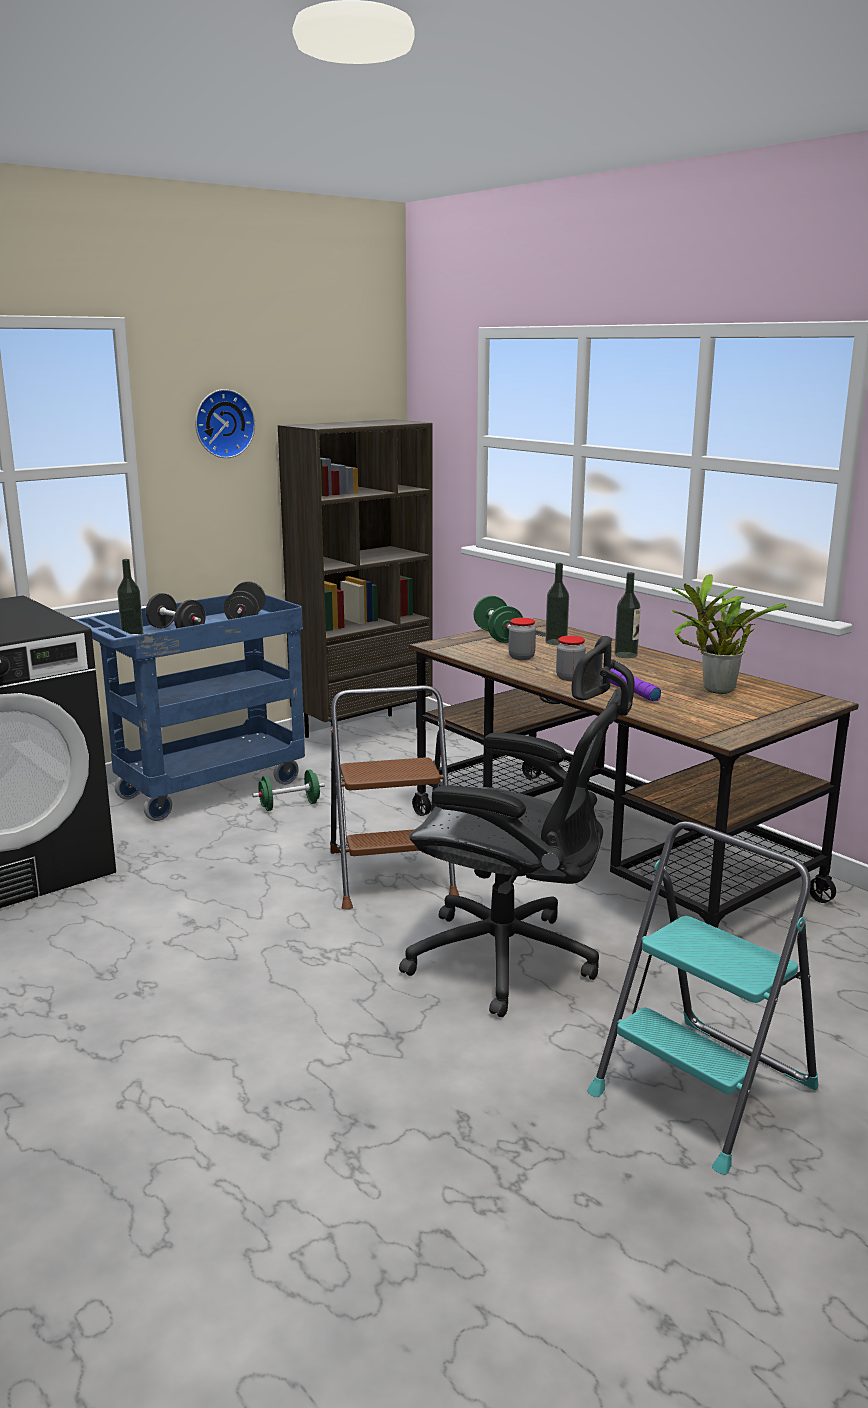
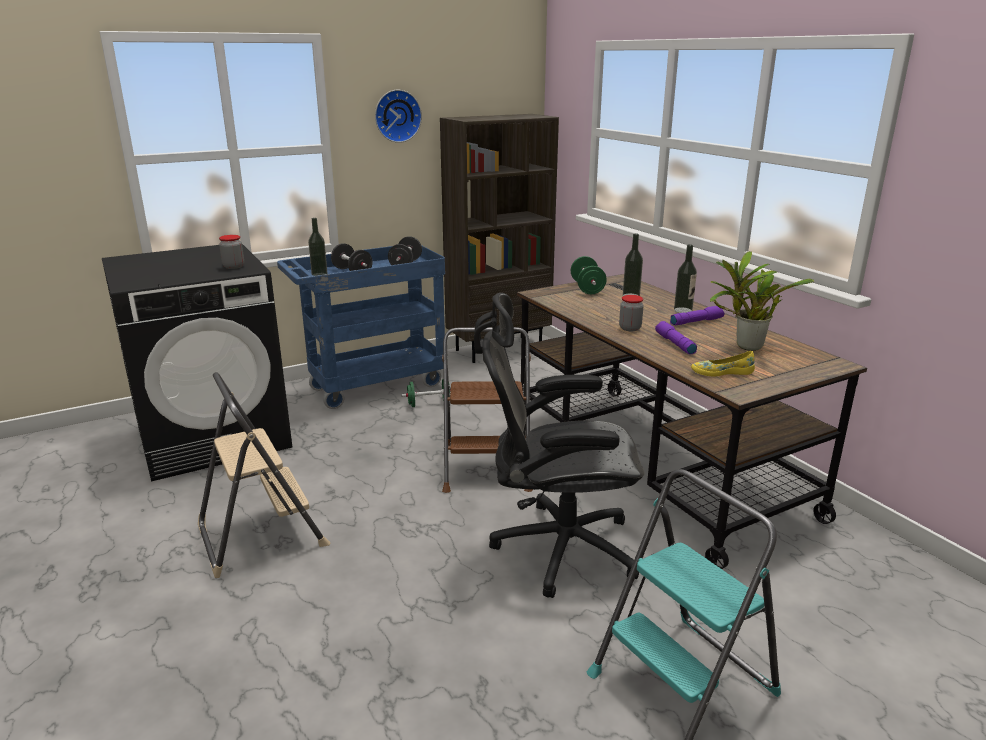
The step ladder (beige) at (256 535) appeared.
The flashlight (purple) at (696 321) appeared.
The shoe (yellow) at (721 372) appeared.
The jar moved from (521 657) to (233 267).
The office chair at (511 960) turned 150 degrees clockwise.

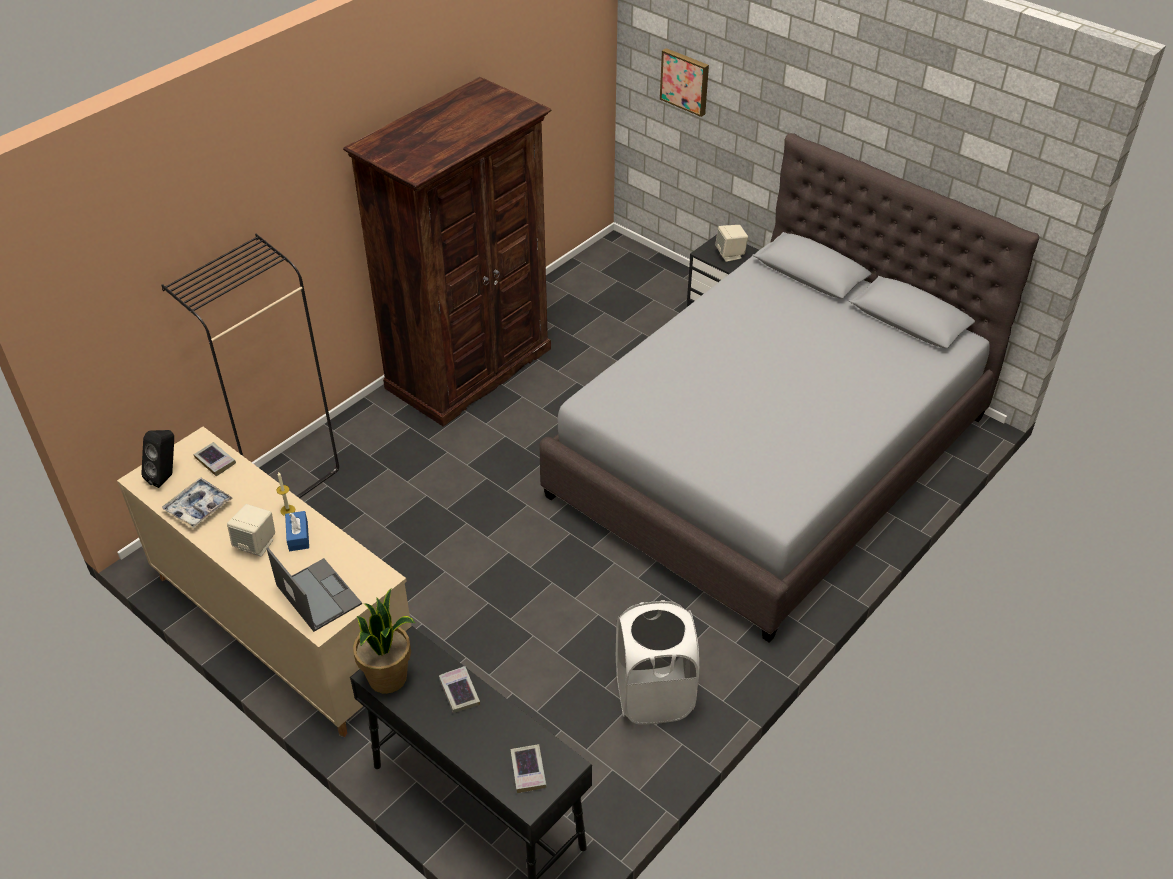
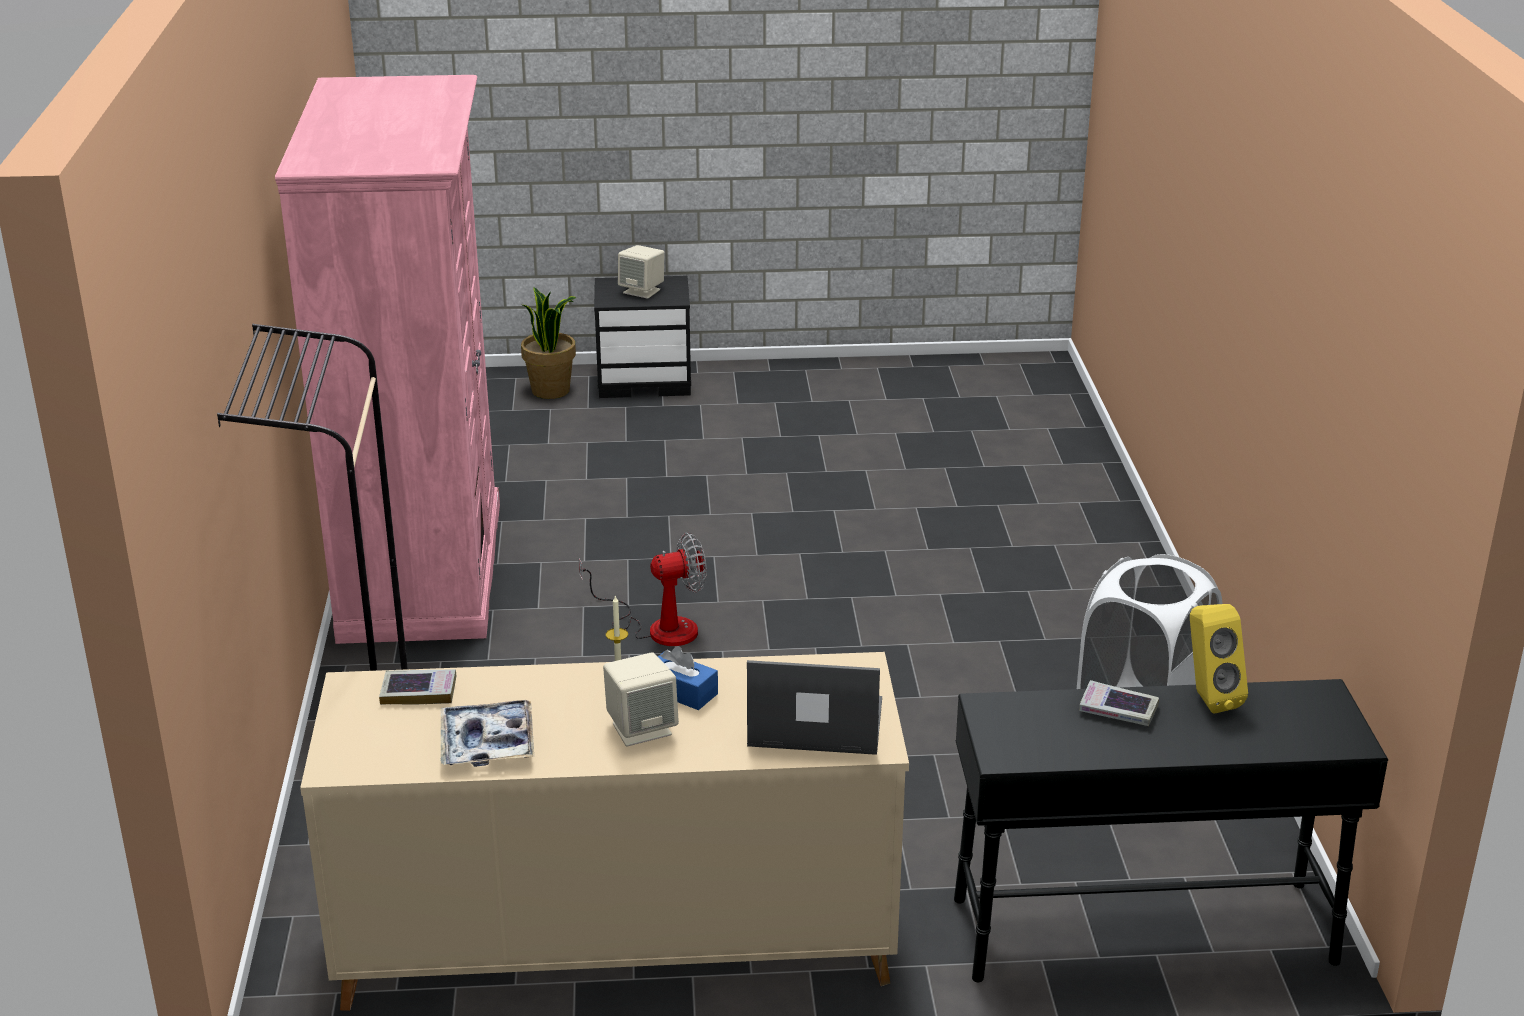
The speaker (black) at (166 476) disappeared.
The book at (528 770) disappeared.
The bed (grey) at (771 456) disappeared.
The picture at (685 81) disappeared.
The fan at (658 627) appeared.
The speaker (yellow) at (1207 698) appeared.
The potted plant moved from (388 678) to (551 390).
The wardrobe (brown) at (469 368) became the wardrobe (pink) at (424 570).

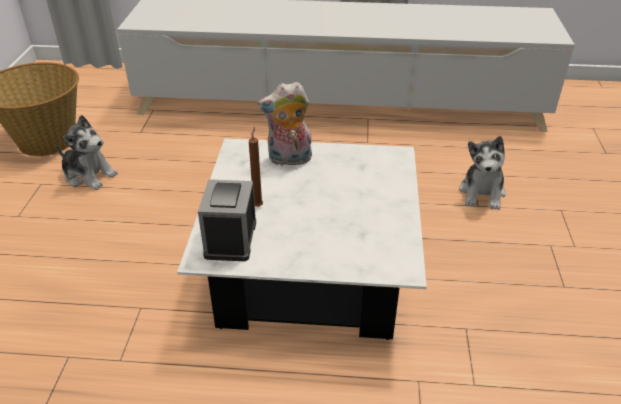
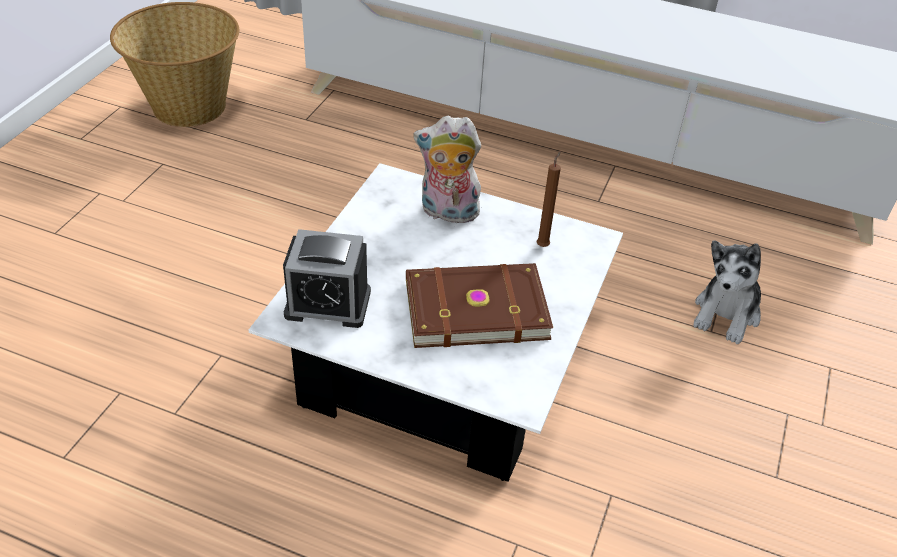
The plush toy at (89 175) disappeared.
The book (brown) at (475 307) appeared.
The candle (brown) moved from (258 205) to (543 245).
The alarm clock at (230 239) turned 105 degrees counterclockwise.

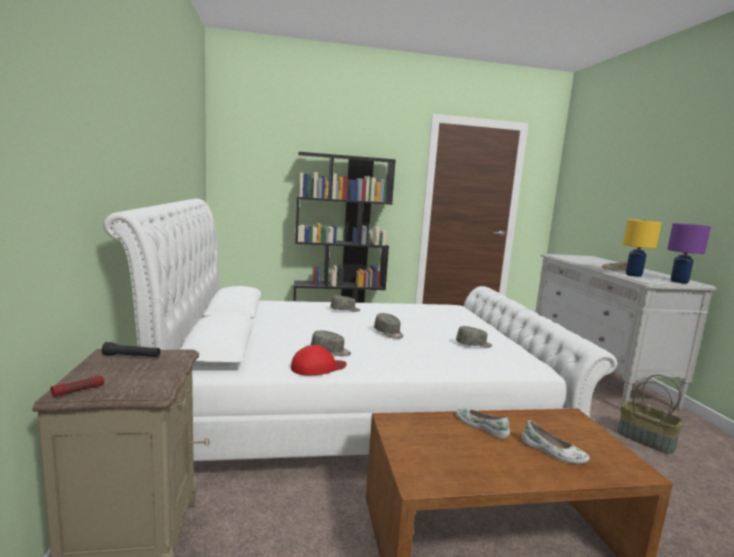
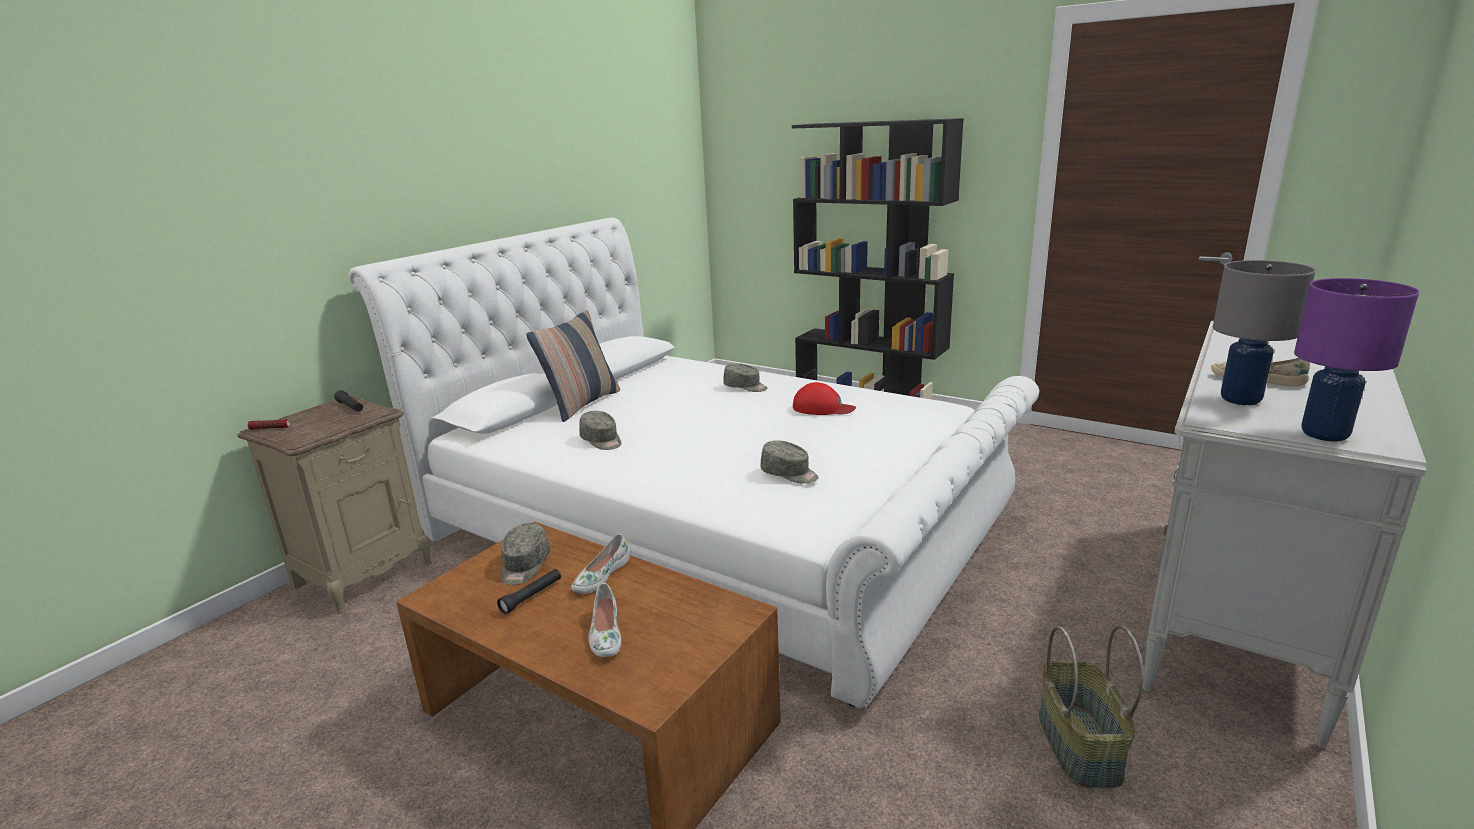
The flashlight (black) at (531 597) appeared.
The pillow at (582 404) appeared.
The cap (red) moved from (318 367) to (822 408).
The cap (grey) moved from (389 333) to (524 566).
The table lamp (yellow) at (633 275) became the table lamp (grey) at (1238 400).
The shoe (white) at (481 426) turned 150 degrees counterclockwise.

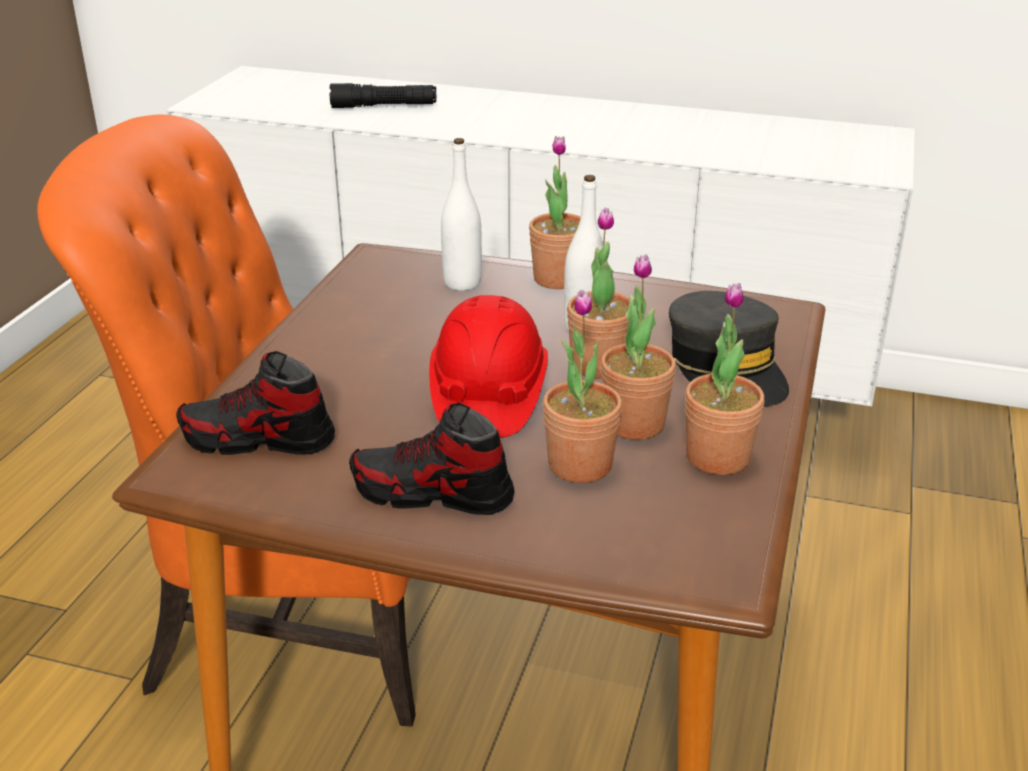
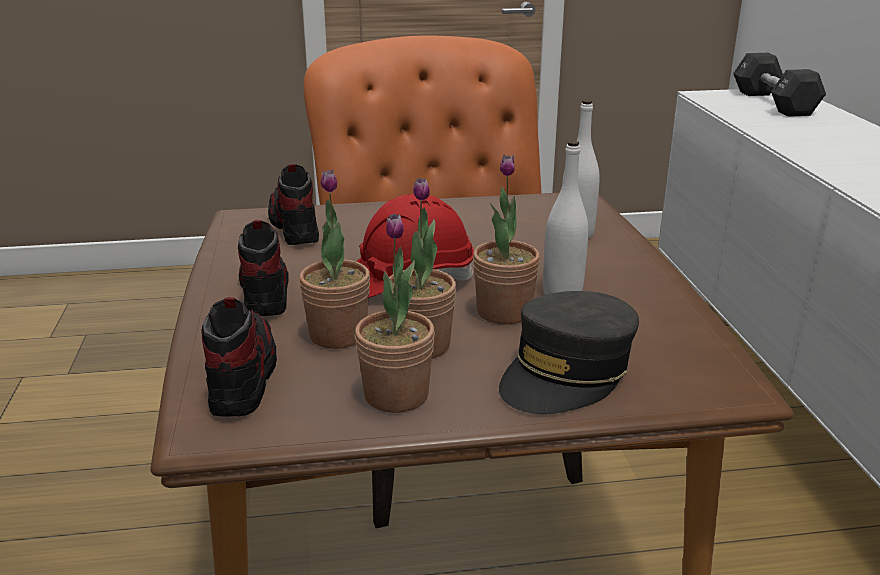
The flashlight (black) at (384 106) disappeared.
The potted plant at (558 279) disappeared.
The shoe at (242 377) appeared.
The dumbbell (black) at (773 103) appeared.

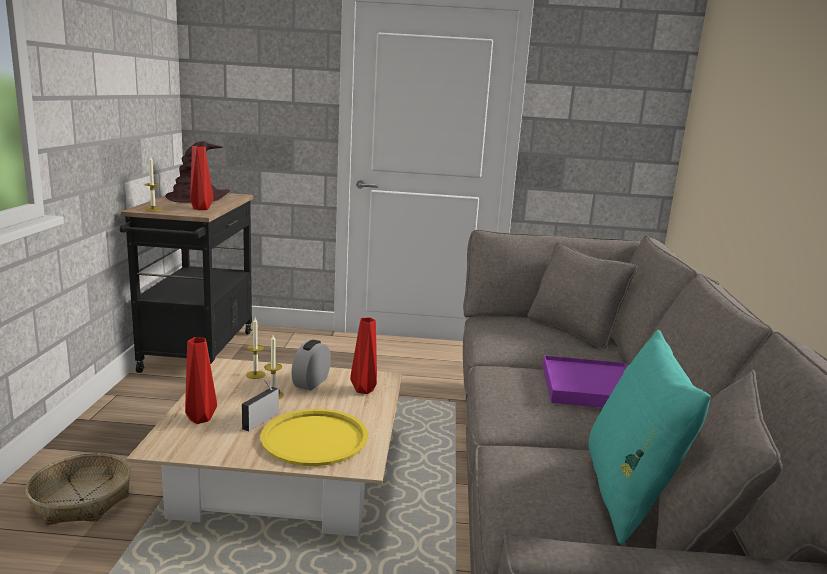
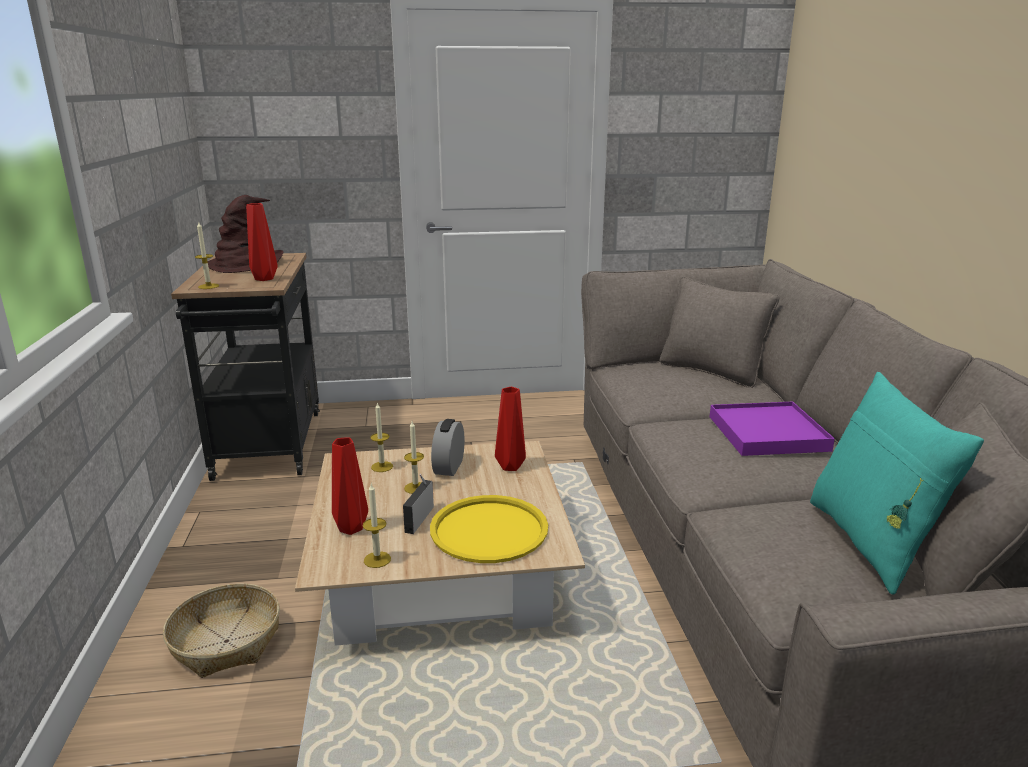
The candle at (377 559) appeared.

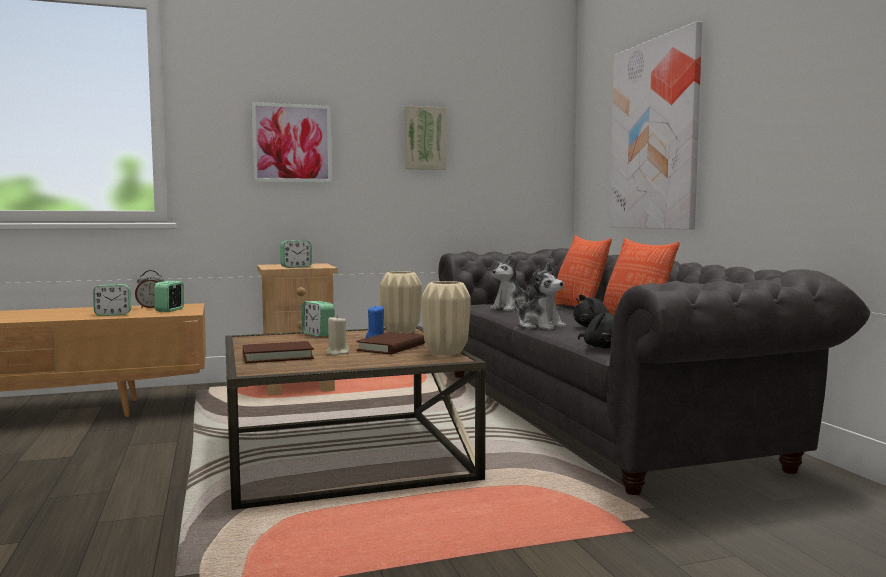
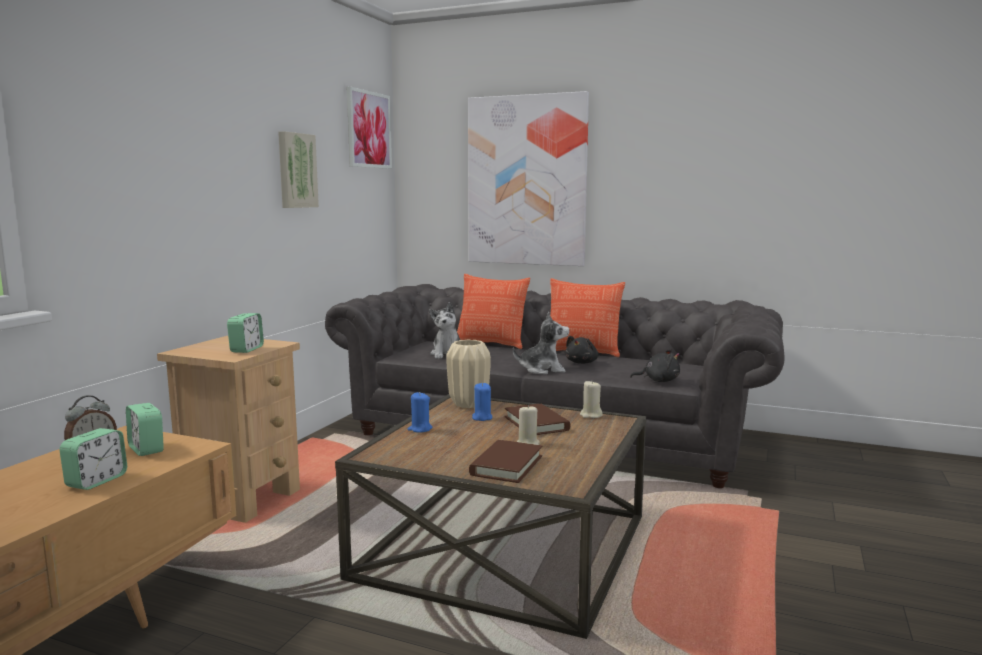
The picture moved from (292 143) to (368 130).
The alarm clock at (318 334) was replaced by the candle (blue) at (420 429).
The vase (beige) at (446 352) was replaced by the candle (beige) at (590 415).

